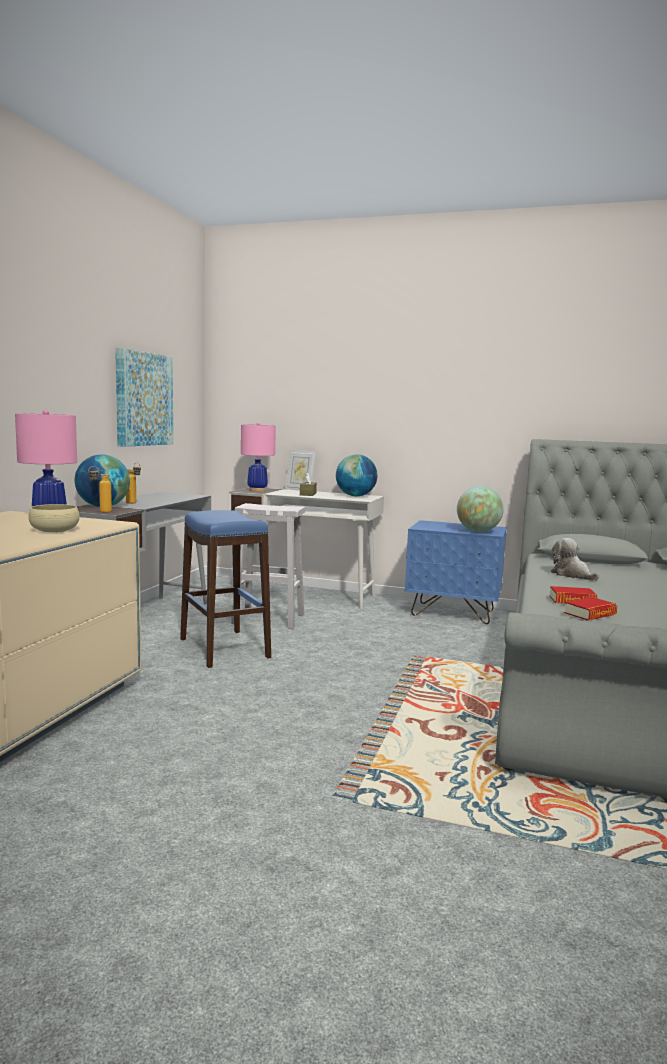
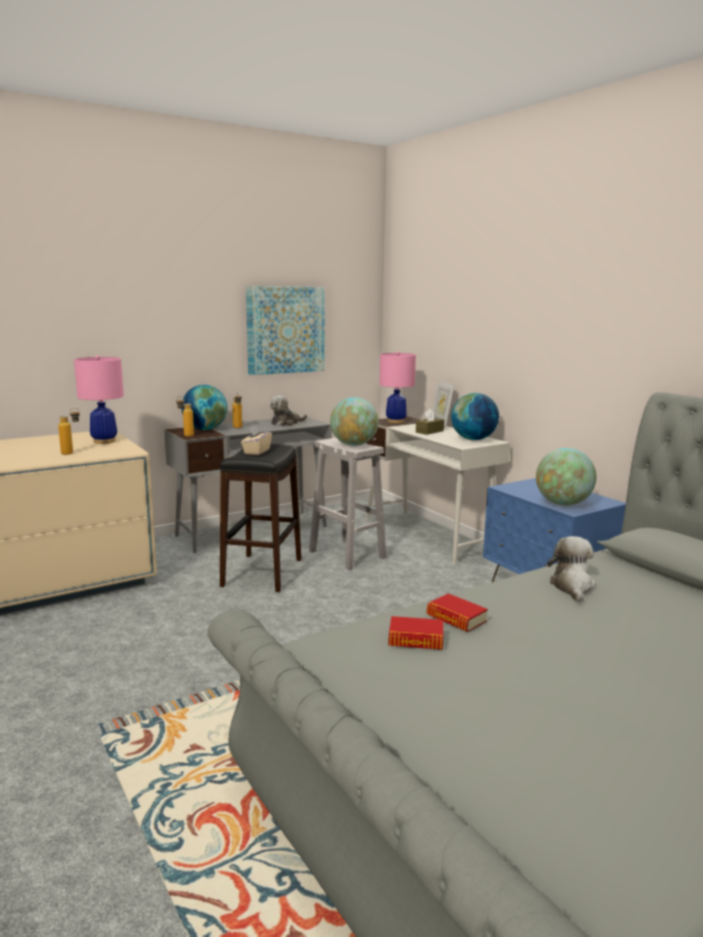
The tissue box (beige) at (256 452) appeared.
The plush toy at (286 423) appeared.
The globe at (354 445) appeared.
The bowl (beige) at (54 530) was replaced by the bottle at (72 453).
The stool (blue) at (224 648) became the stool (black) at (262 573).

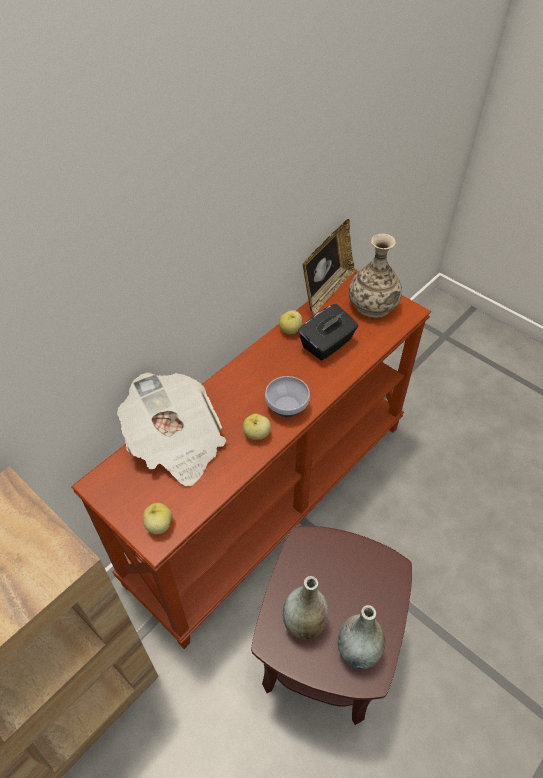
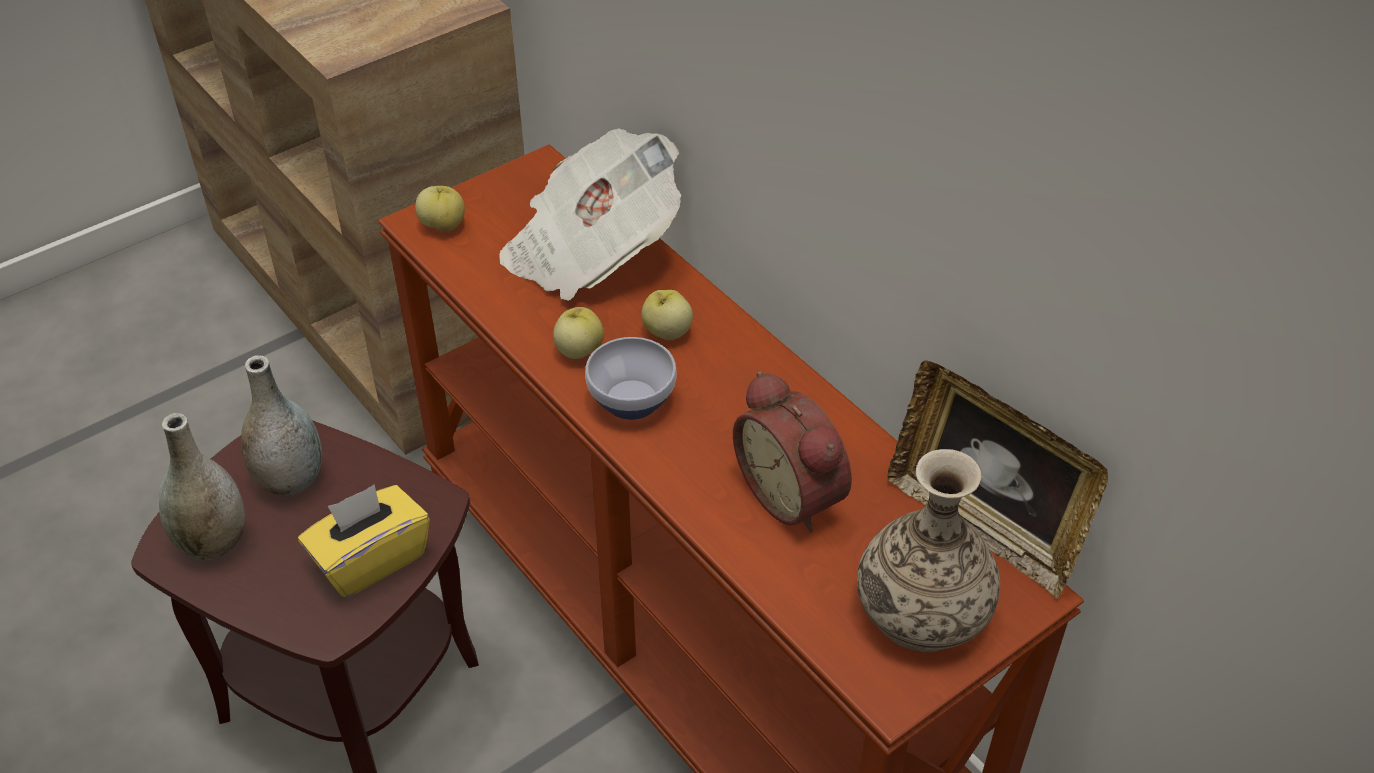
The tissue box (yellow) at (370 559) appeared.
The apple moved from (290 330) to (666 332).
The tissue box (black) at (327 344) was replaced by the alarm clock at (794 494).

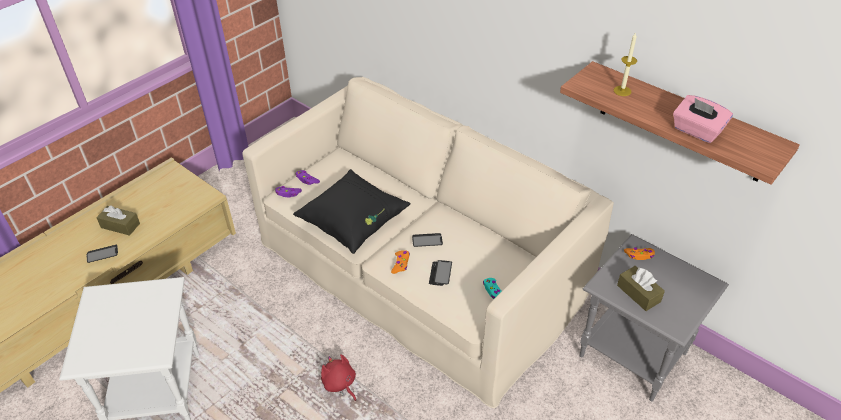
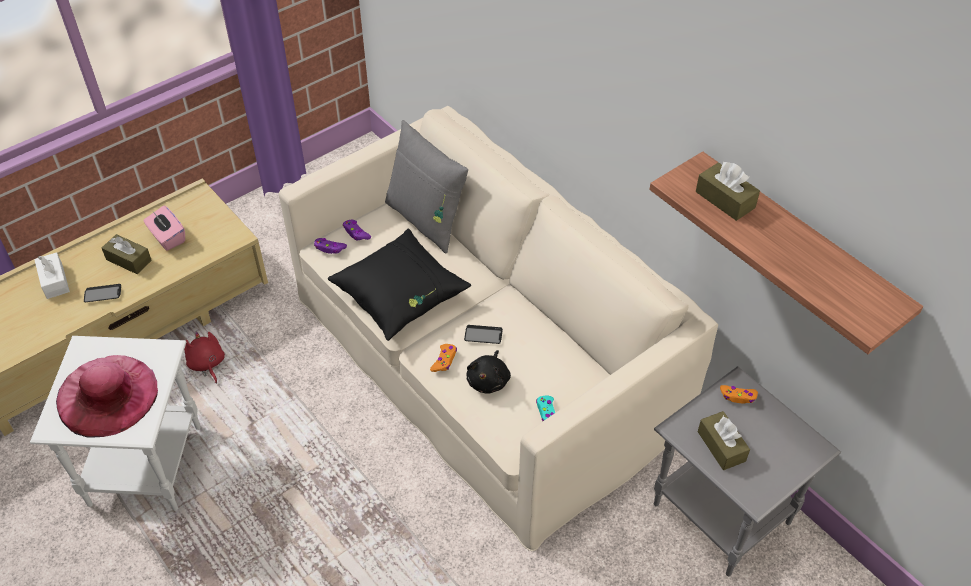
The tissue box (white) at (54 281) appeared.
The hat (pink) at (107 395) appeared.
The pillow (grey) at (426 221) appeared.
The plush toy (red) moved from (340 384) to (207 364).
The tissue box (pink) moved from (696 131) to (167 237).
The phone at (440 273) was replaced by the plush toy (black) at (489 380).
The candle at (622 91) was replaced by the tissue box (brown) at (725 200).

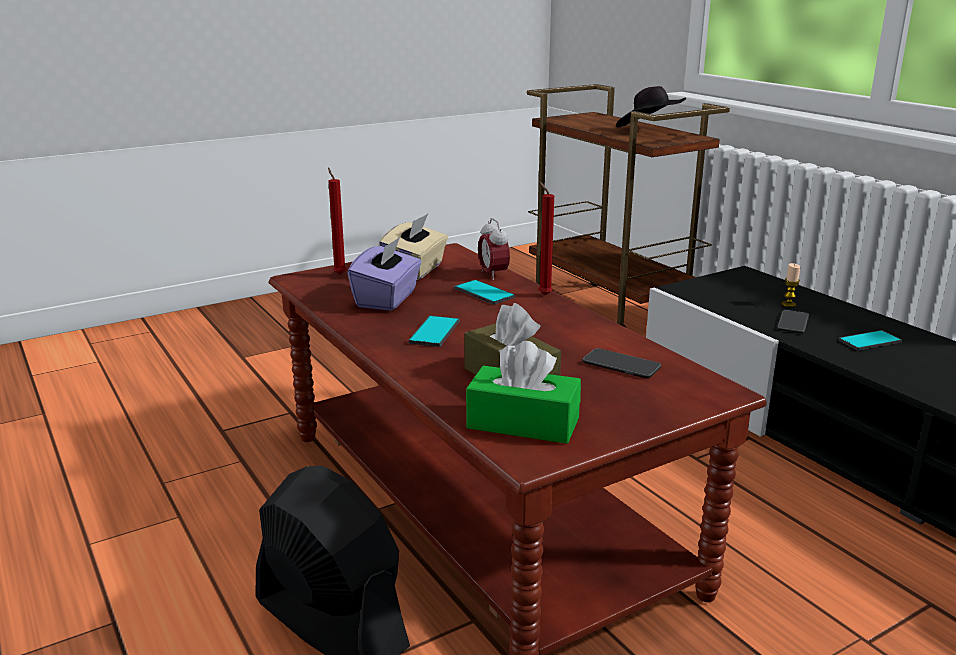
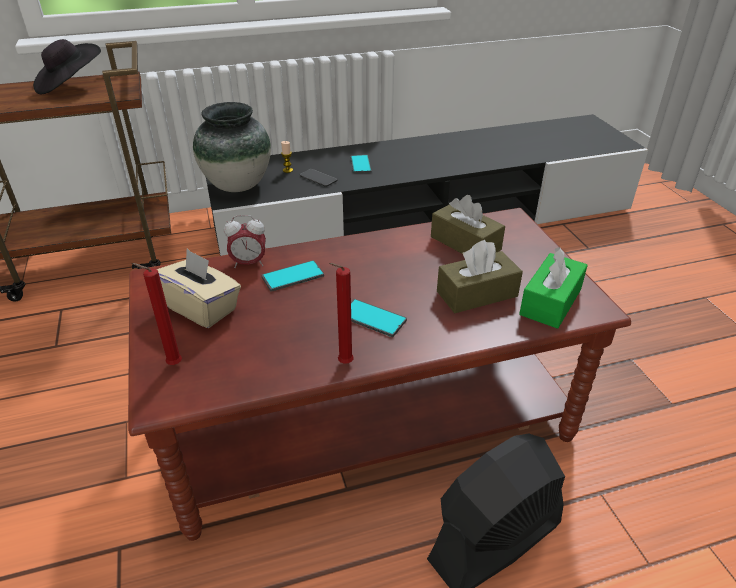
The tissue box (purple) at (387 299) disappeared.
The vase at (237 185) appeared.
The candle (red) moved from (543 294) to (343 363).
The phone at (621 365) was replaced by the tissue box (brown) at (465 243).

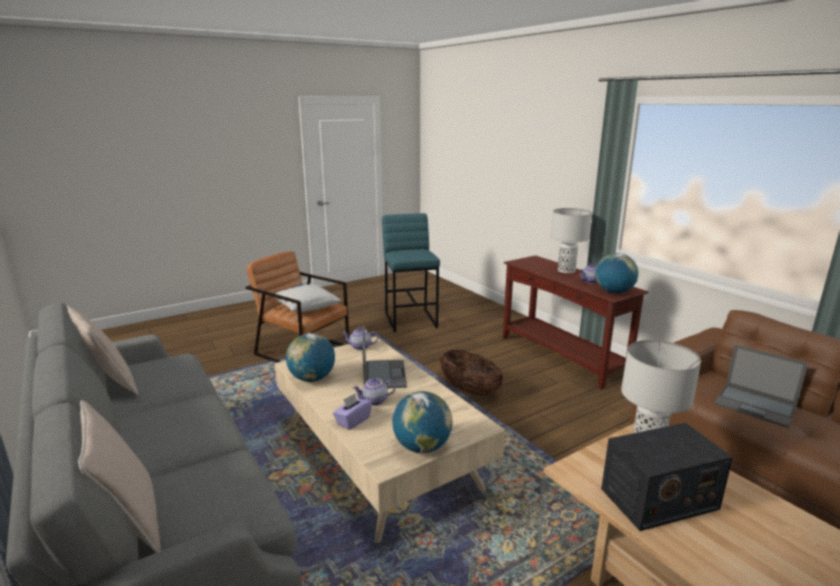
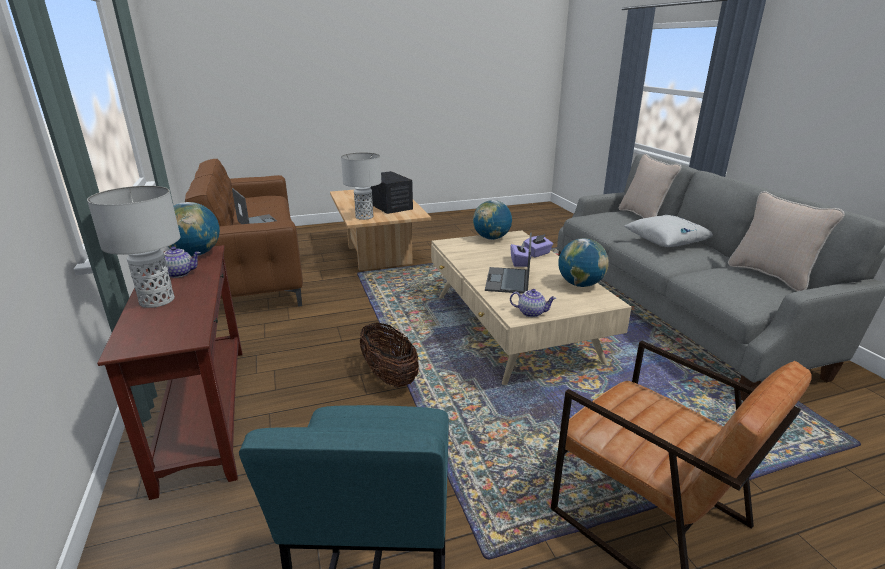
The pillow (grey) moved from (306 307) to (666 241).
The teapot at (374 401) was replaced by the tissue box (purple) at (519 262).
The radio at (658 499) turned 60 degrees clockwise.

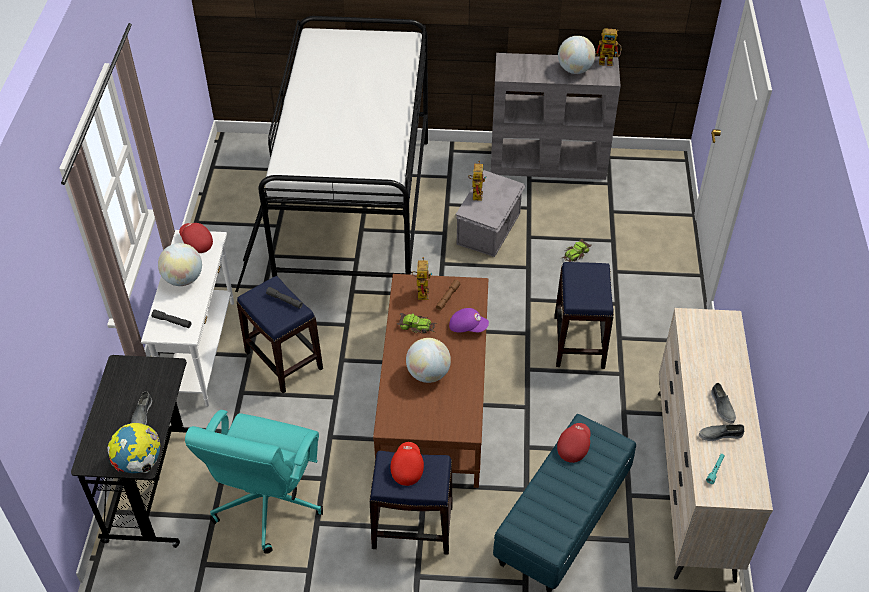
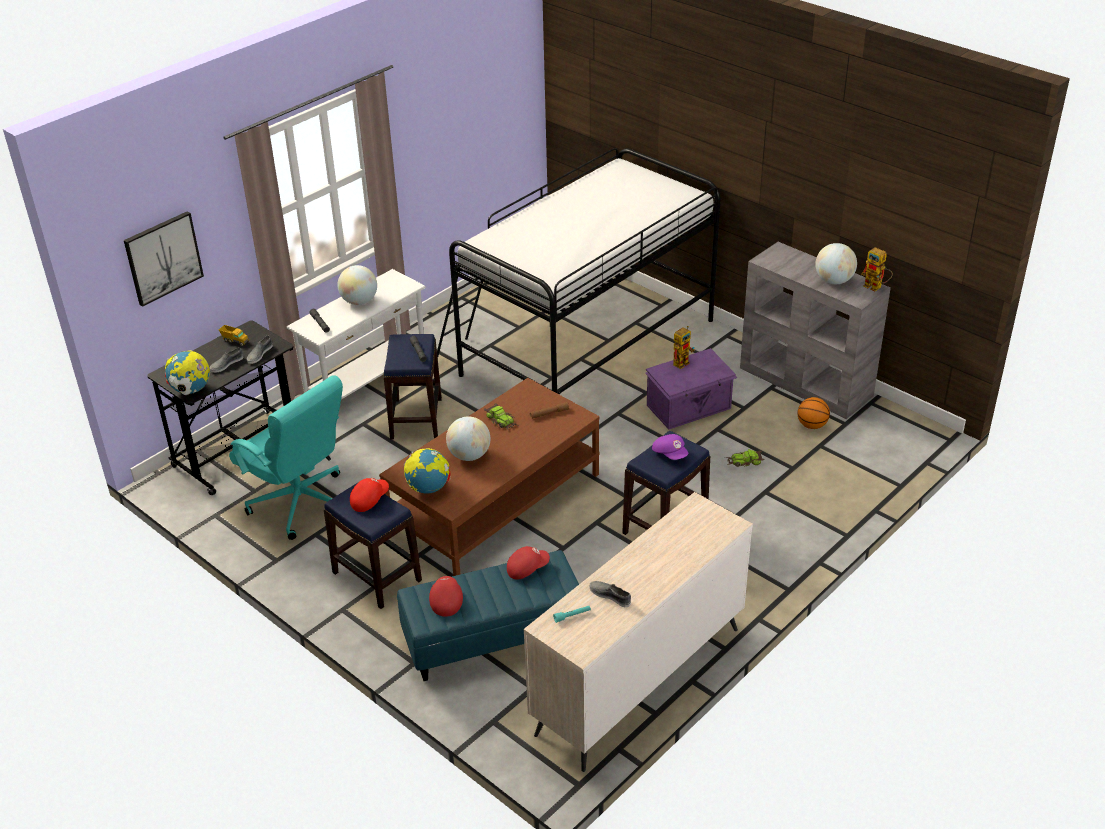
The toy robot at (421 291) disappeared.
The picture at (163 257) appeared.
The toy truck at (235 341) appeared.
The globe at (428 488) appeared.
The basketball at (812 425) appeared.
The cap (red) moved from (196 242) to (446 601).
The cap (purple) moved from (468 326) to (670 454).
The shoe (grey) moved from (722 407) to (259 354).
The storage box (grey) at (490 228) became the storage box (purple) at (689 407).
The office chair (turquoise) at (268 501) turned 105 degrees counterclockwise.

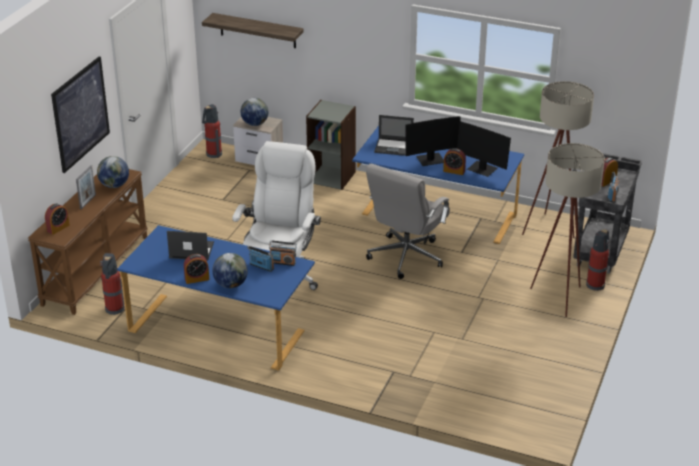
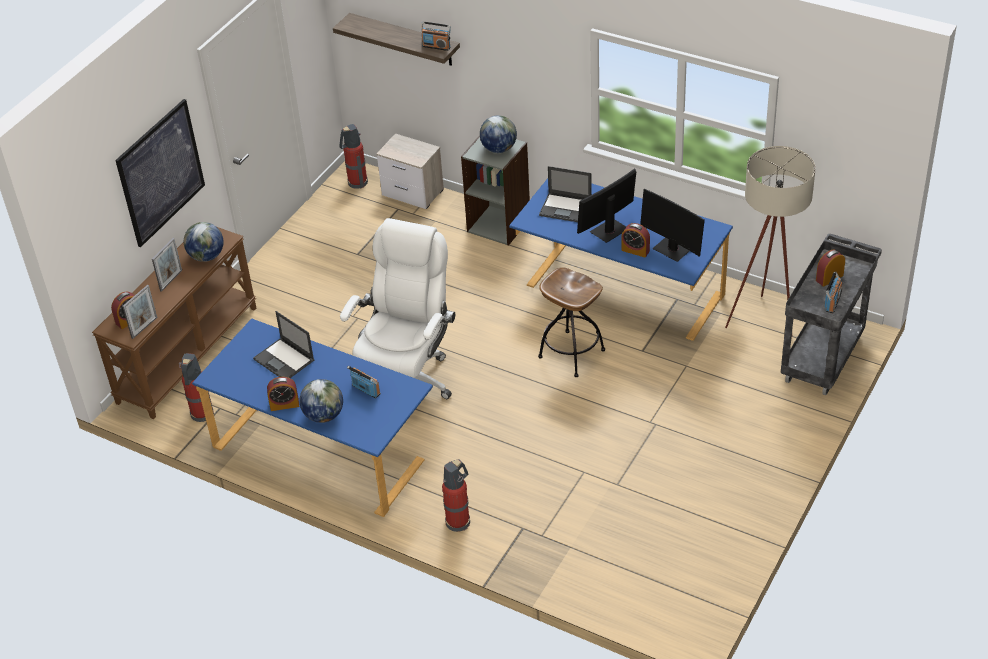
The floor lamp (beige) at (559 301) disappeared.
The picture frame at (144 327) appeared.
The globe moved from (255 124) to (498 149).
The radio moved from (283 262) to (436 46).
The fire extinguisher moved from (596 284) to (459 521).
The office chair (grey) at (406 256) was replaced by the stool (brown) at (571 353).
The laptop at (191 250) turned 150 degrees counterclockwise.
The monitor at (430 160) turned 150 degrees clockwise.

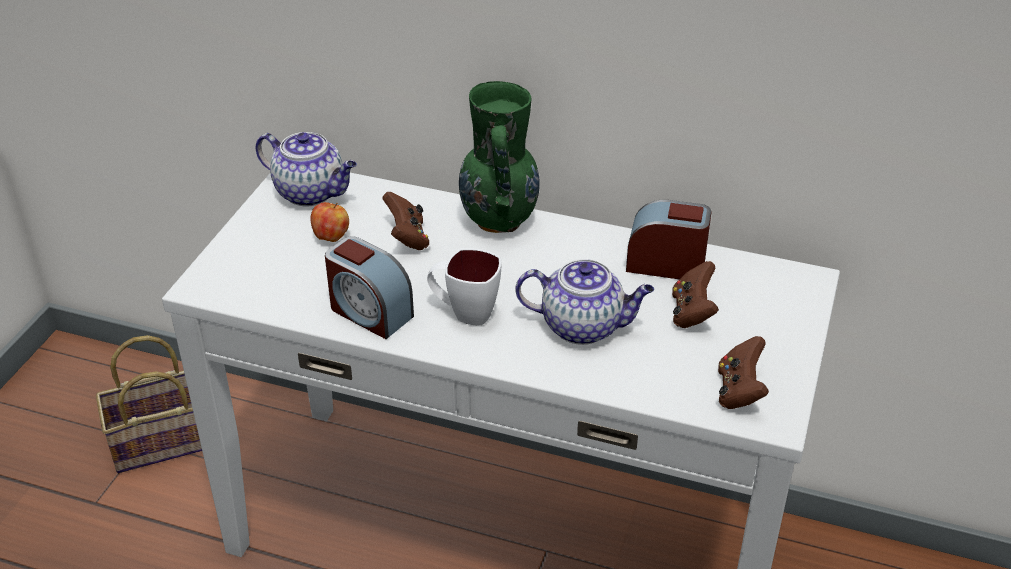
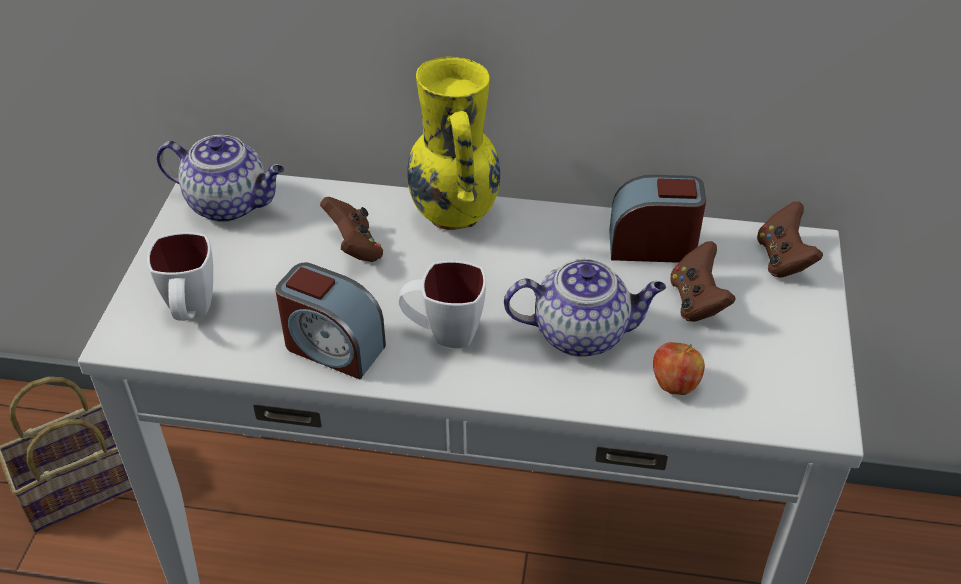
The mug (white) at (191 314) appeared.
The apple moved from (331 237) to (674 384).
The game controller (brown) moved from (739 391) to (783 259).
The vase (green) at (499 221) became the vase (yellow) at (455 214).

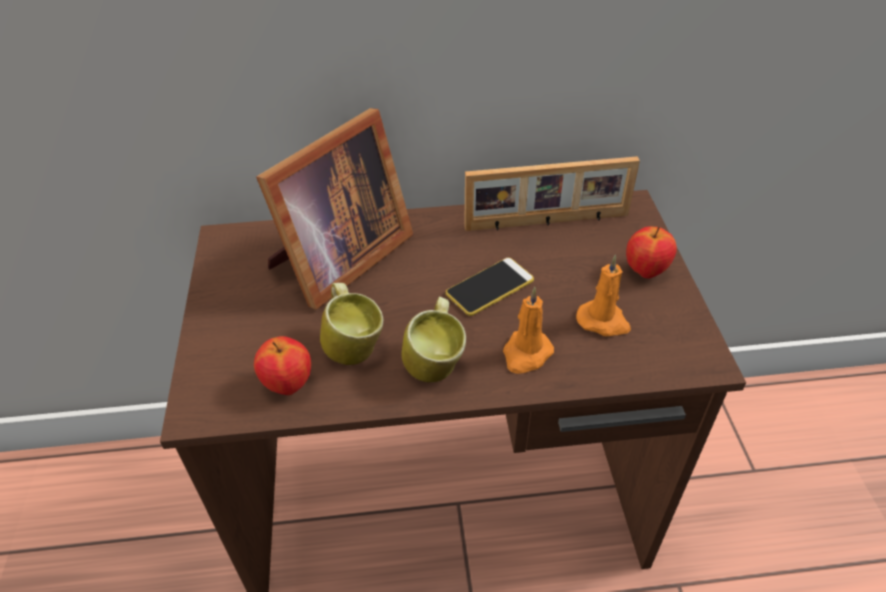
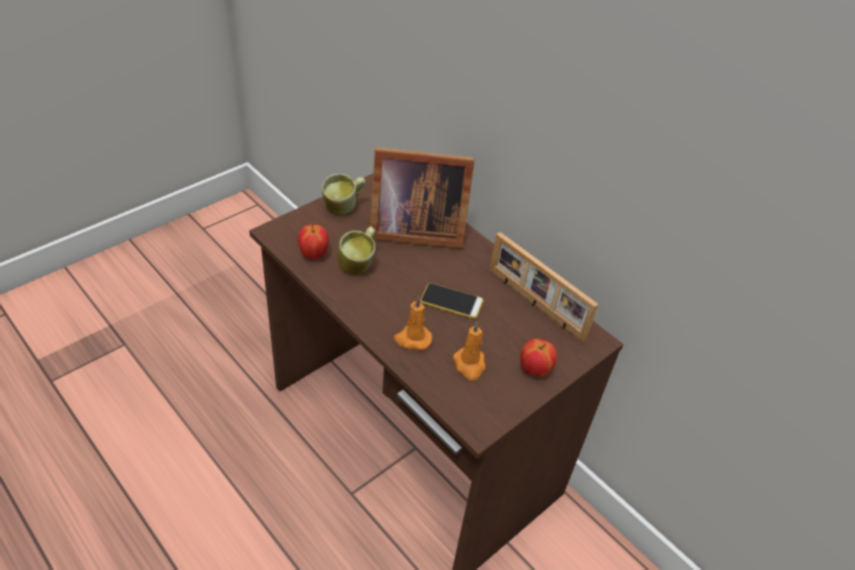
The mug moved from (436 362) to (344 209).

